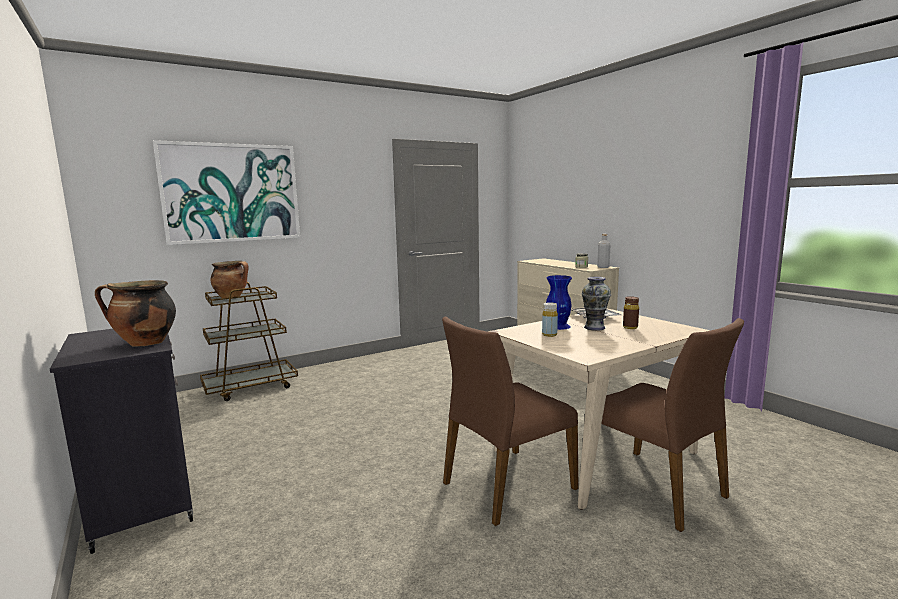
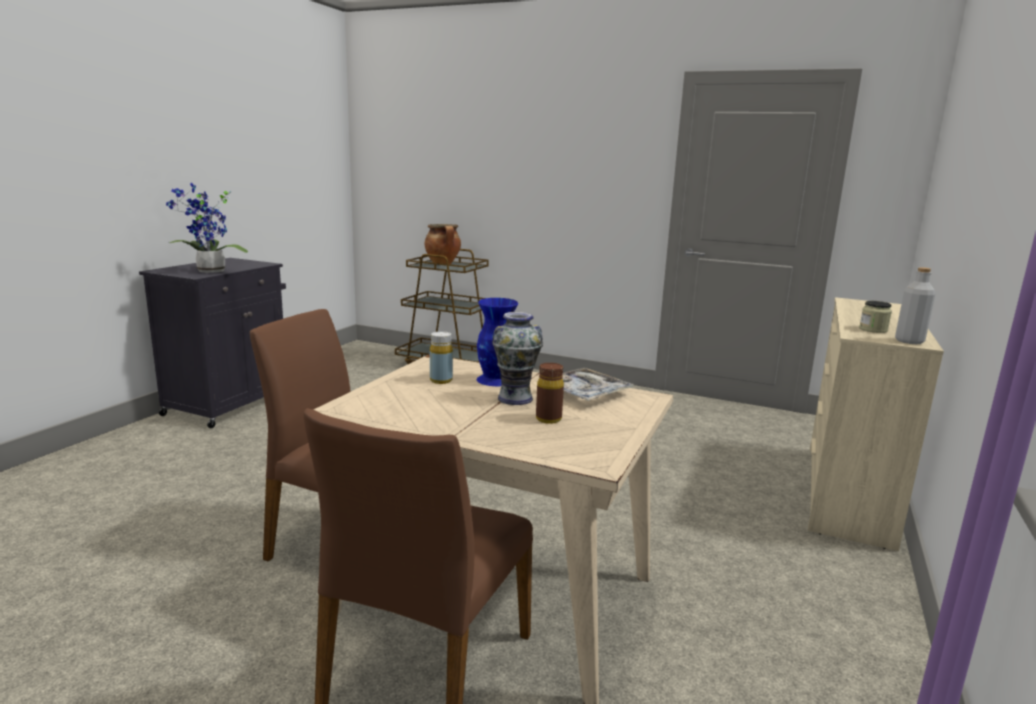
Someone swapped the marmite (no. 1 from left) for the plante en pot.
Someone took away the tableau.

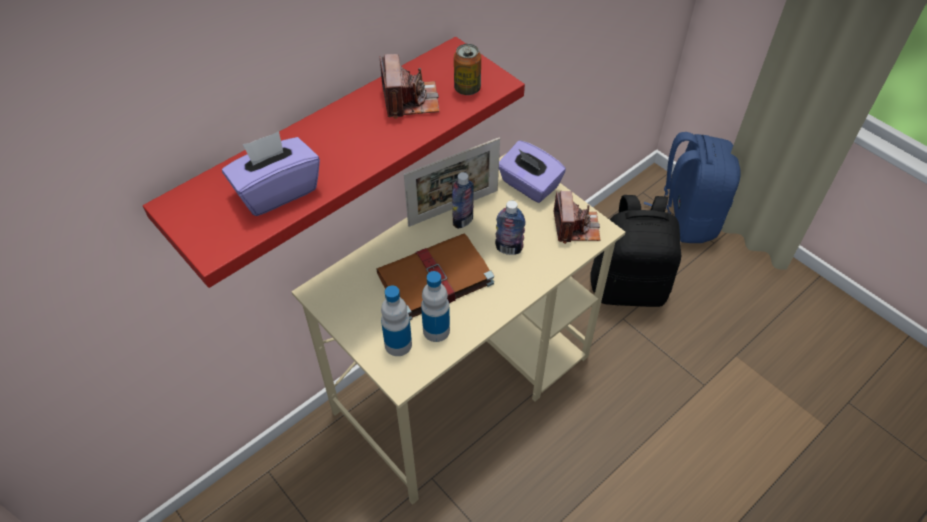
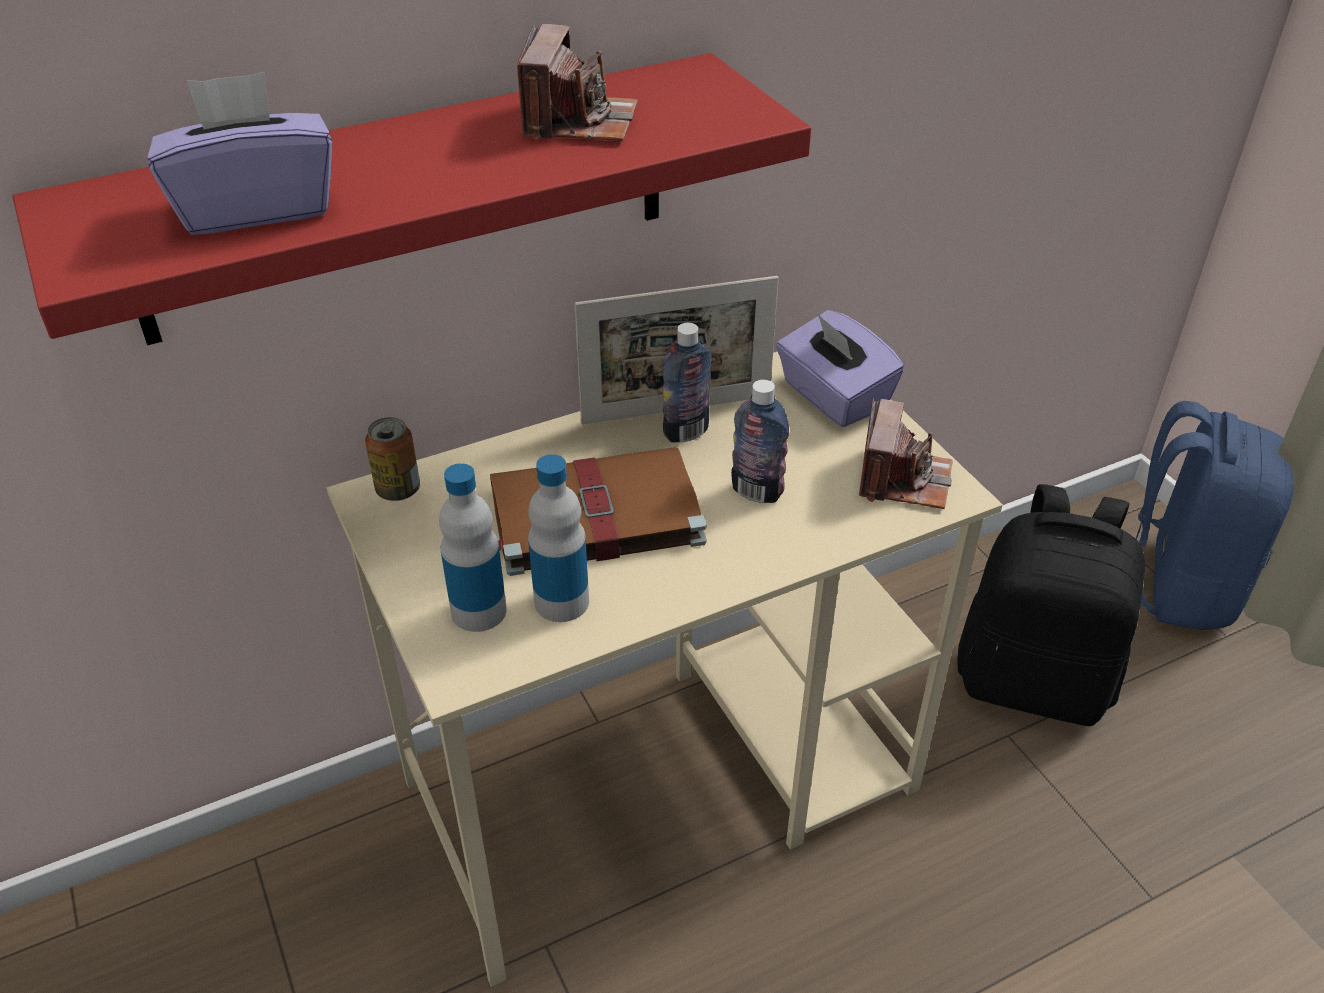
Someone carried the boîte métallique.

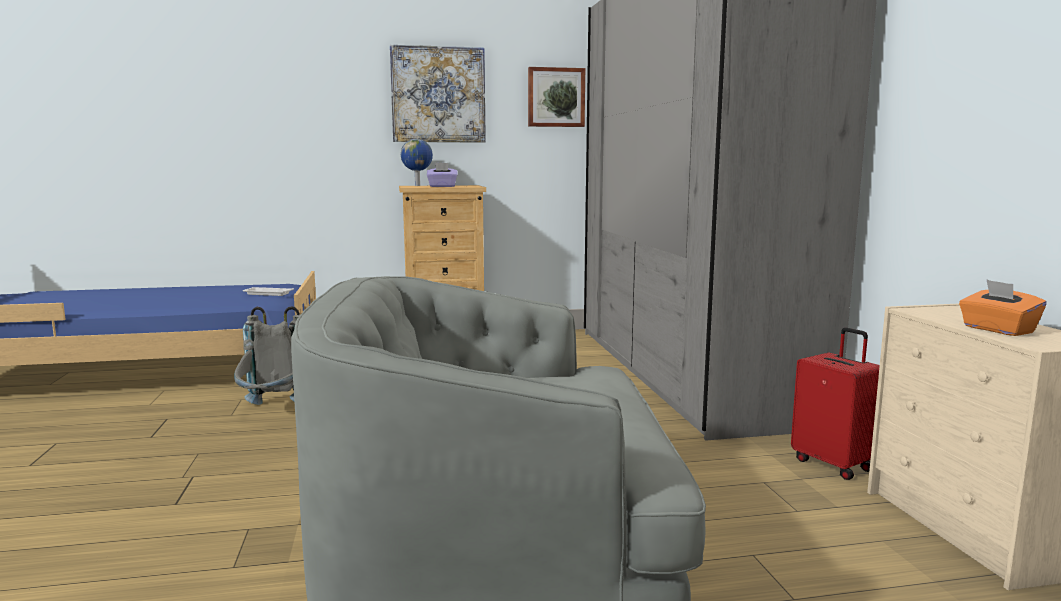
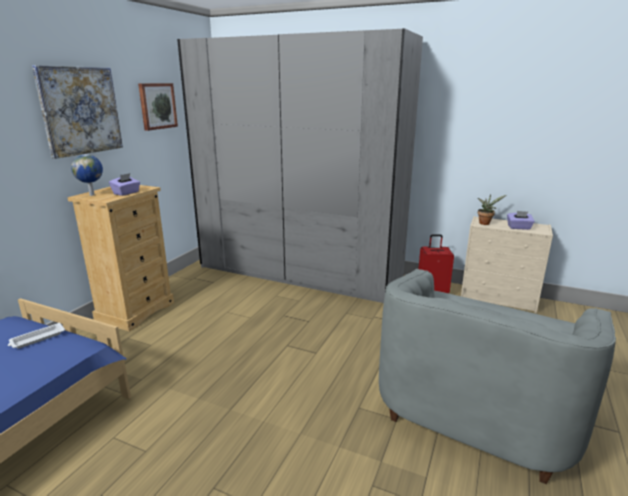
Someone took away the sac à dos (gris).
Someone repainted the boîte à mouchoirs (orange), which became the boîte à mouchoirs (violet) (no. 2 from left).
Someone put down the plante en pot.

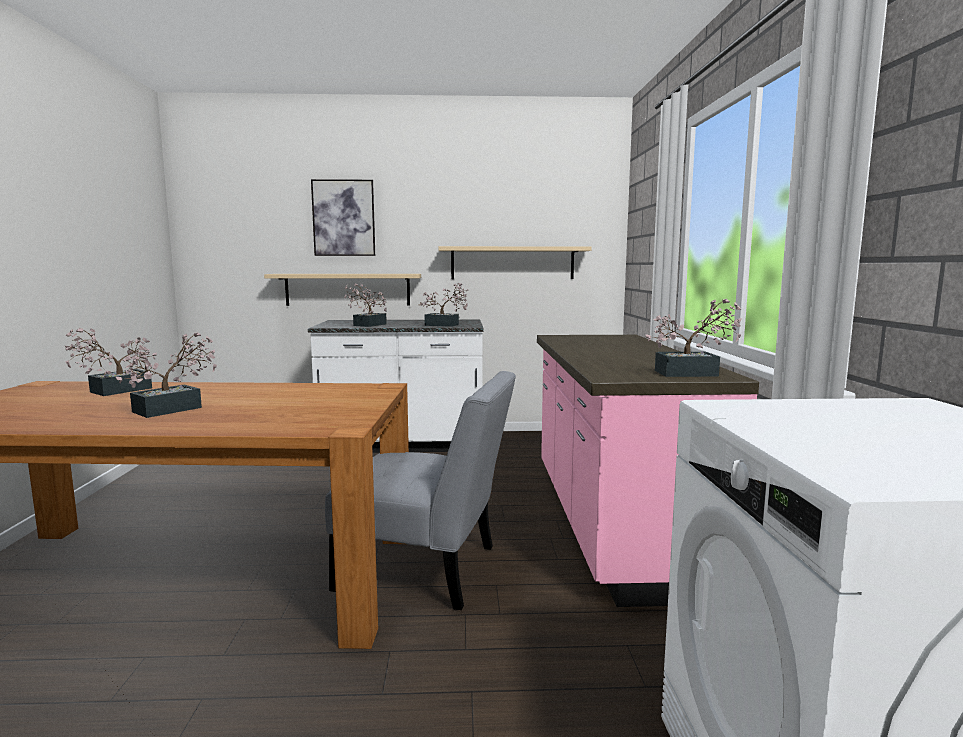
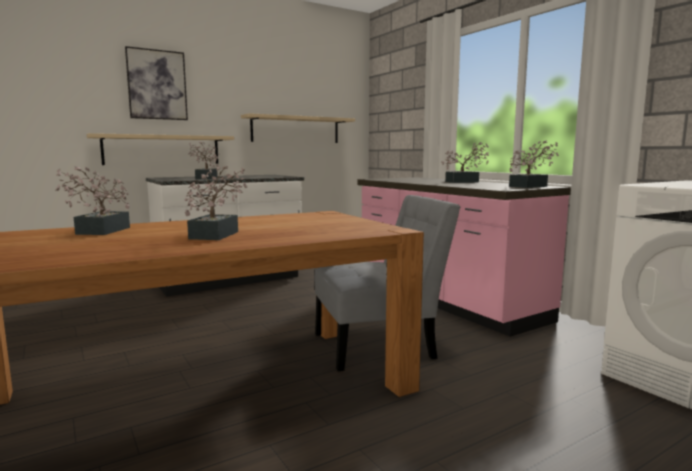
Someone carried the plante en pot (no. 4 from left).

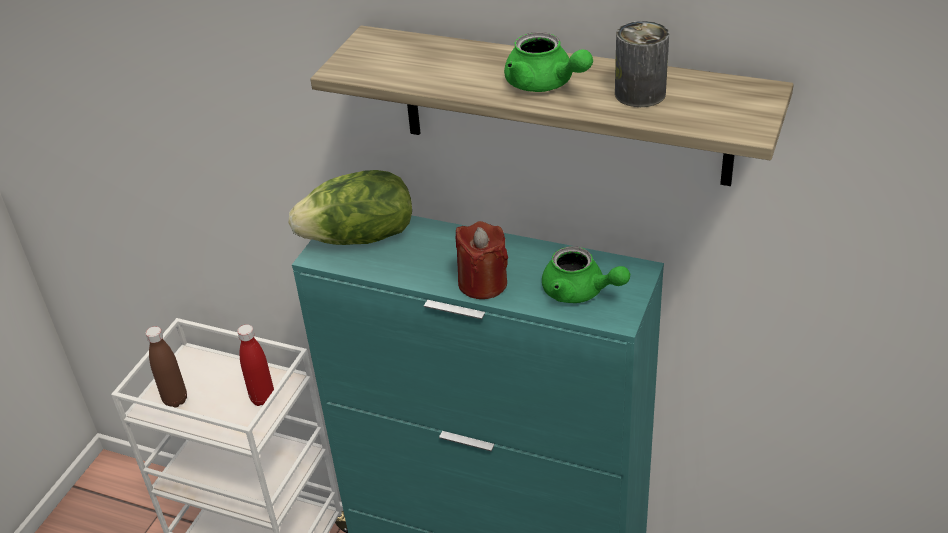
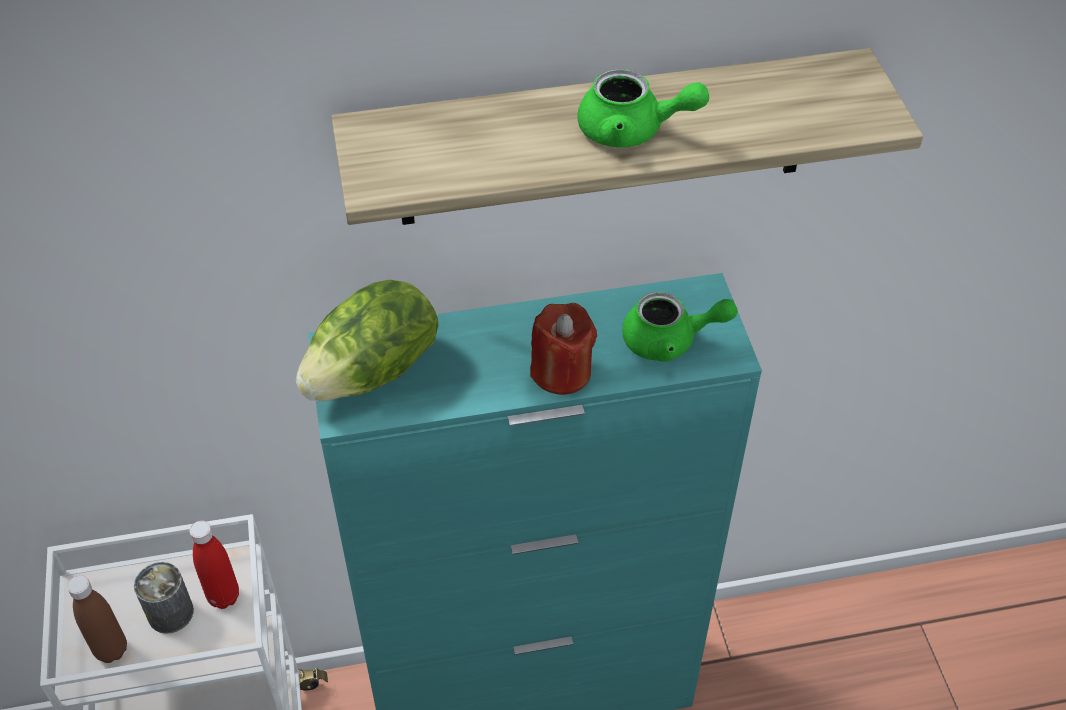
Someone carried the boîte métallique.

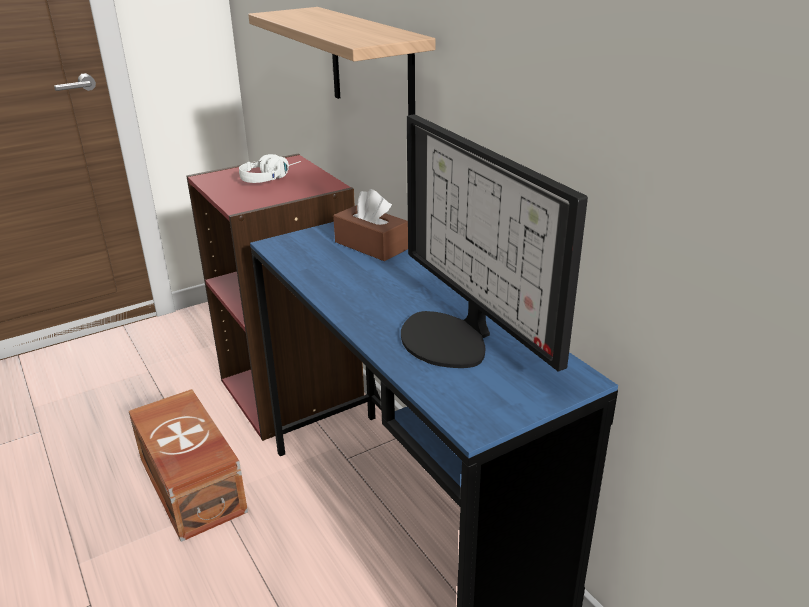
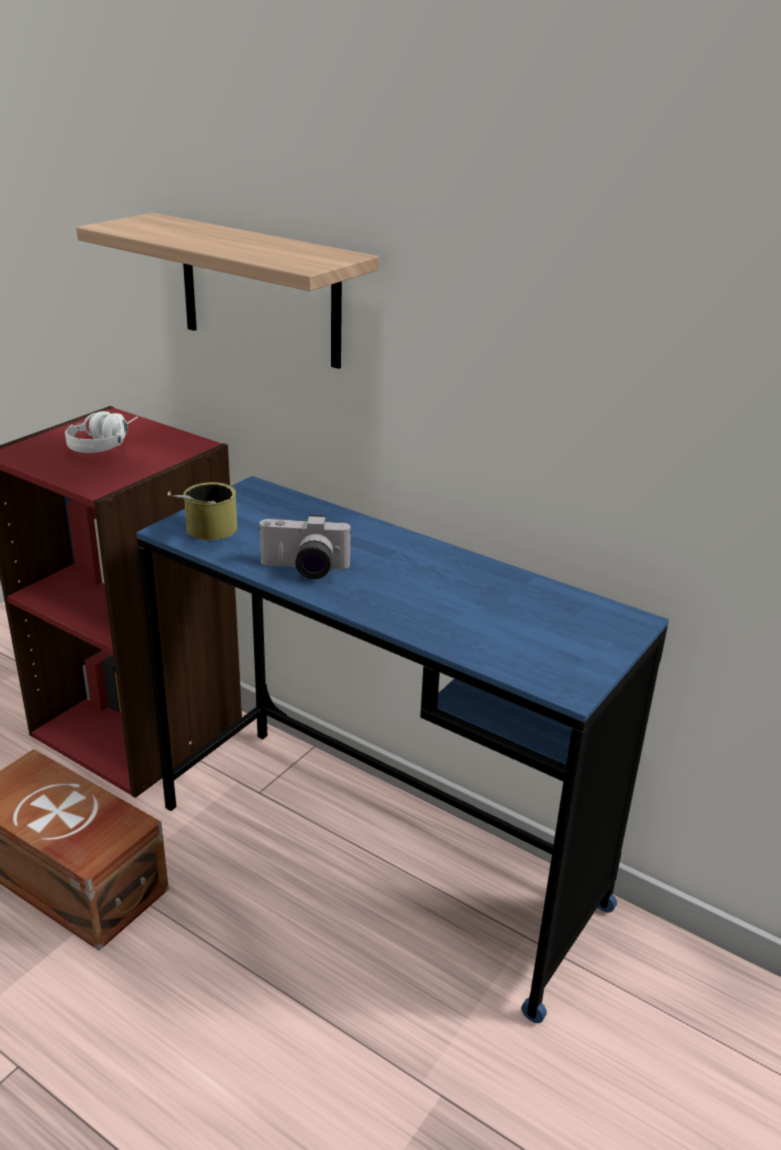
Someone took away the boîte à mouchoirs (marron).
Someone took away the écran d'ordinateur.
Someone put down the boîte métallique.
Someone put down the appareil photo.

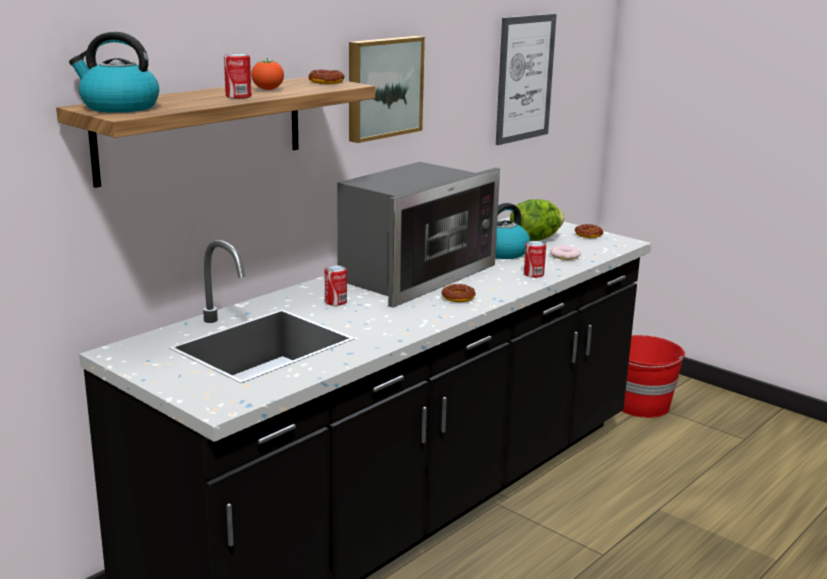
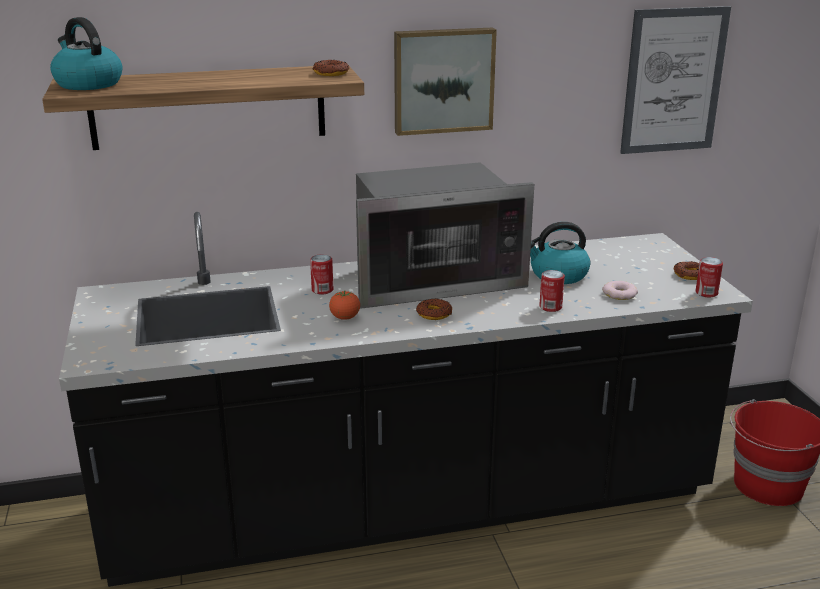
Someone carried the boîte métallique (no. 1 from left in the first image).
Someone carried the tomate.
Someone took away the laitue.

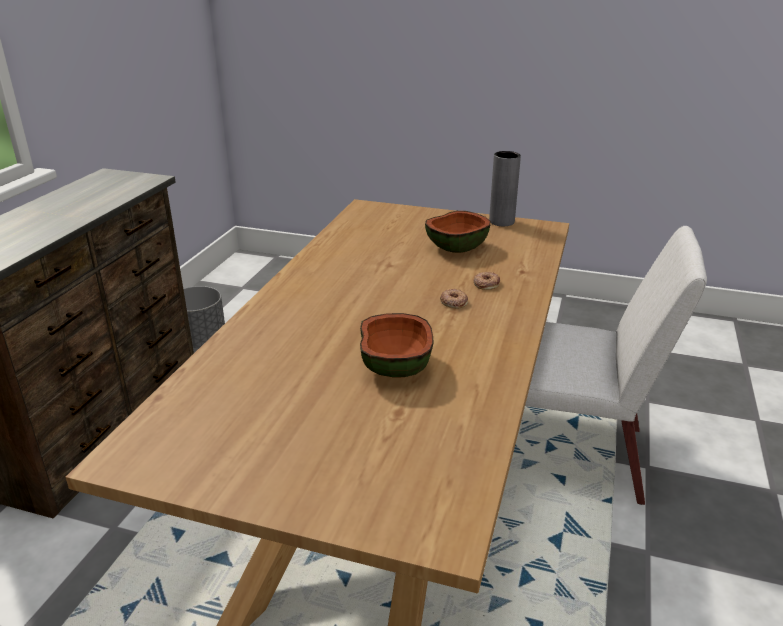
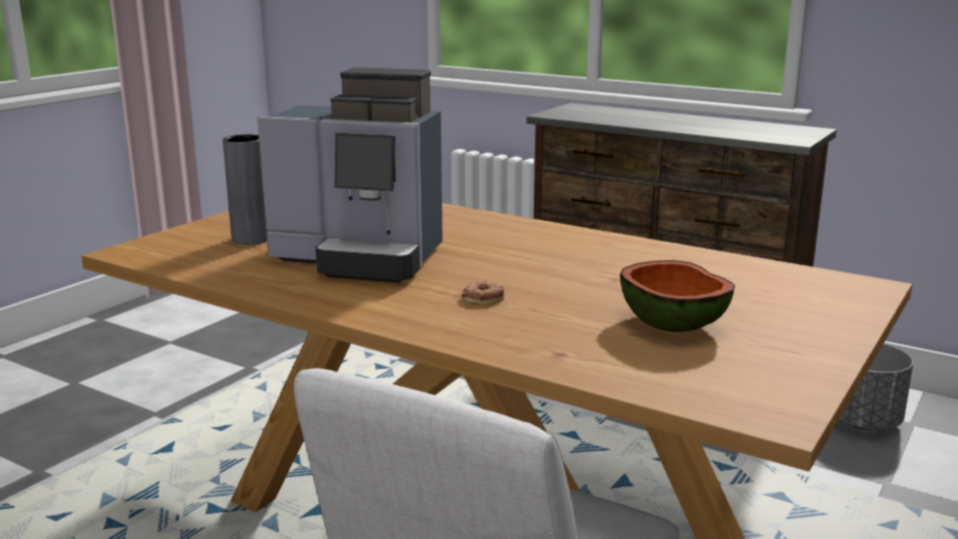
Someone swapped the bol (no. 1 from left) for the machine à café.
Someone took away the beignet (no. 2 from left).
Someone carried the vase (gris).

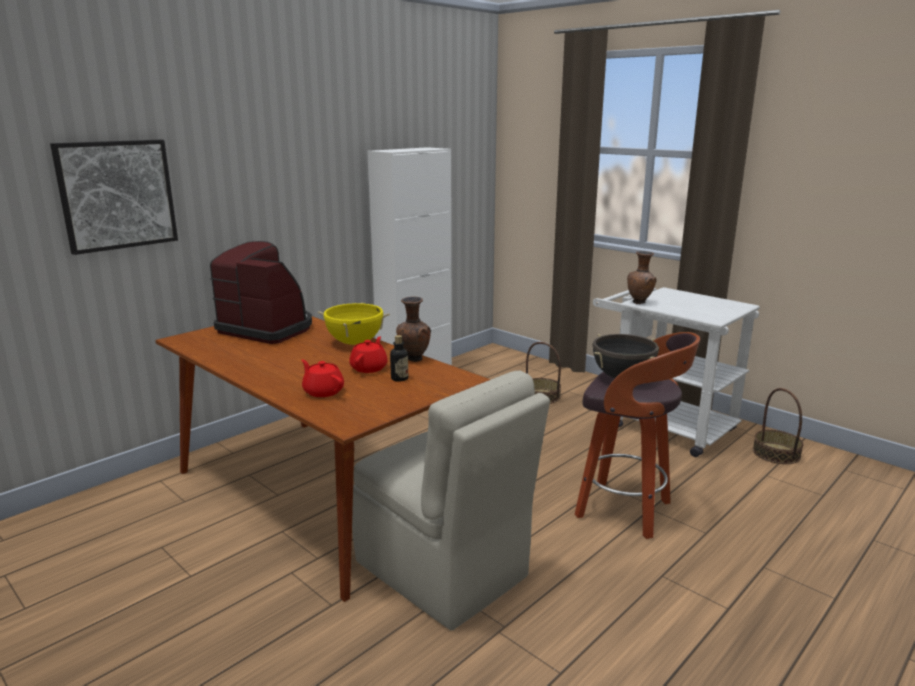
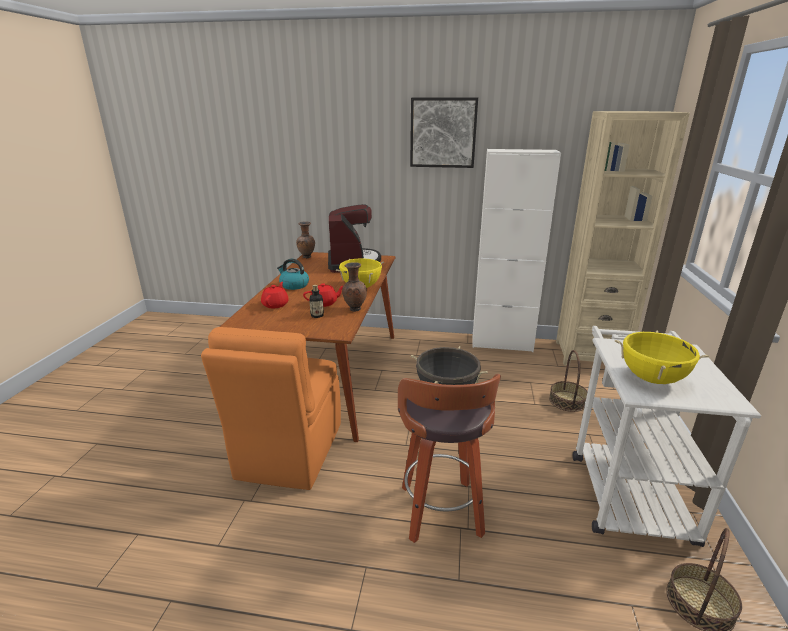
Someone carried the tableau.
Someone repainted the chaise (beige), which became the chaise (orange).
Someone carried the vase (marron) (no. 2 from left in the first image).
Someone put down the bouilloire.
Someone put down the bibliothèque (beige).
Someone put down the marmite (jaune) (no. 2 from left).

